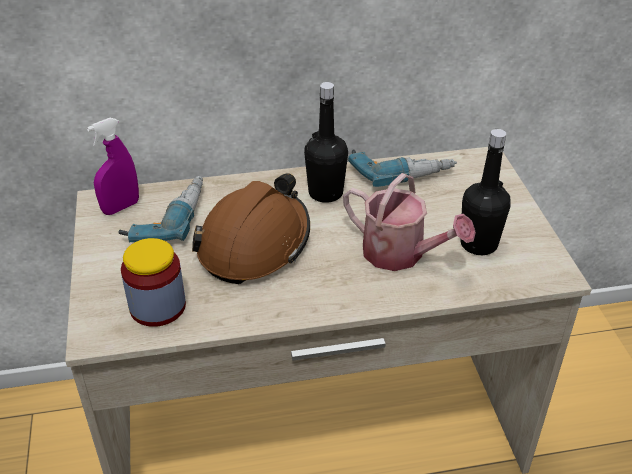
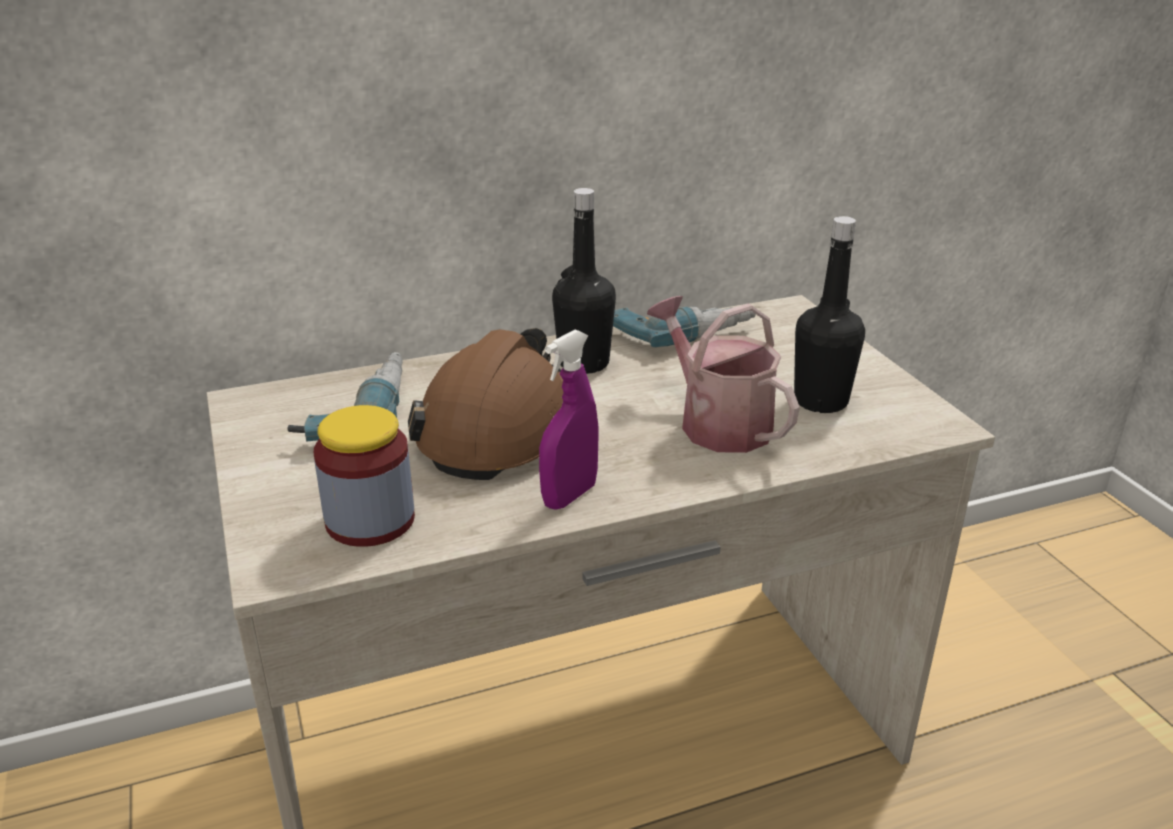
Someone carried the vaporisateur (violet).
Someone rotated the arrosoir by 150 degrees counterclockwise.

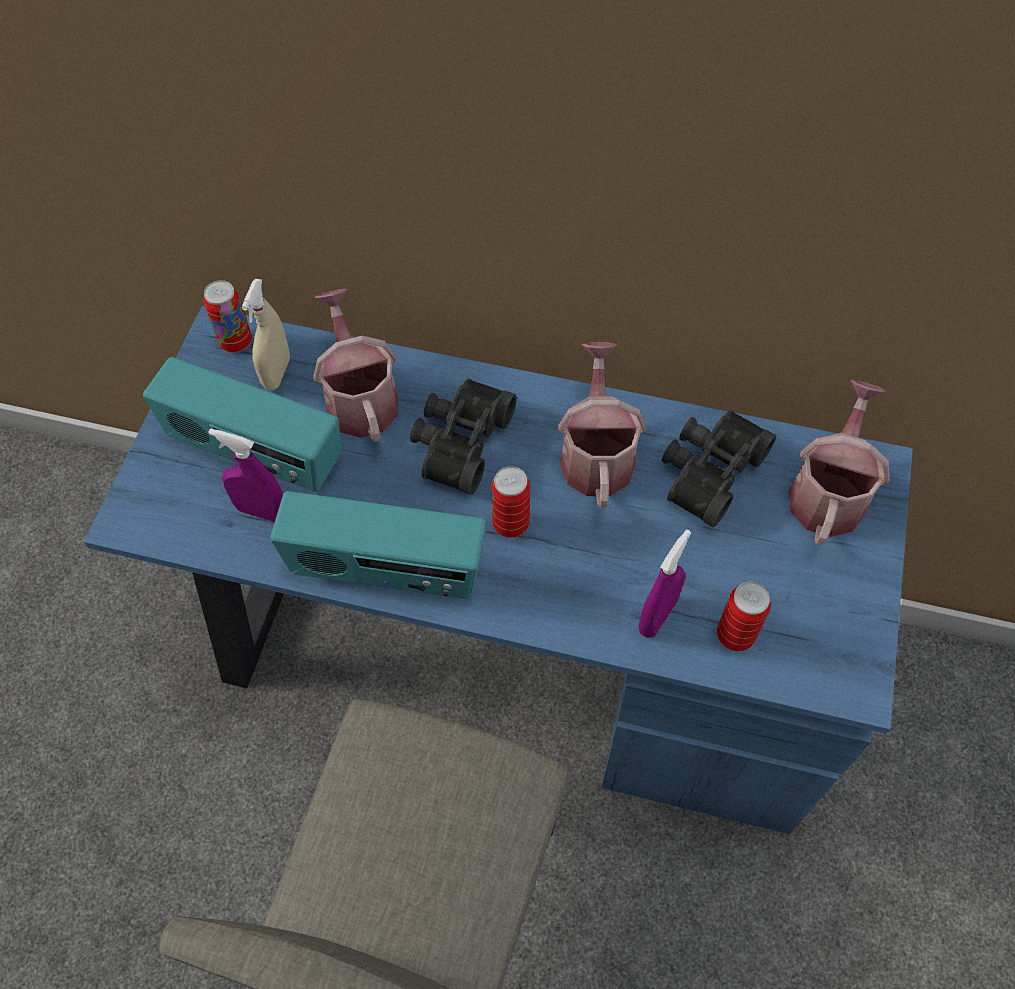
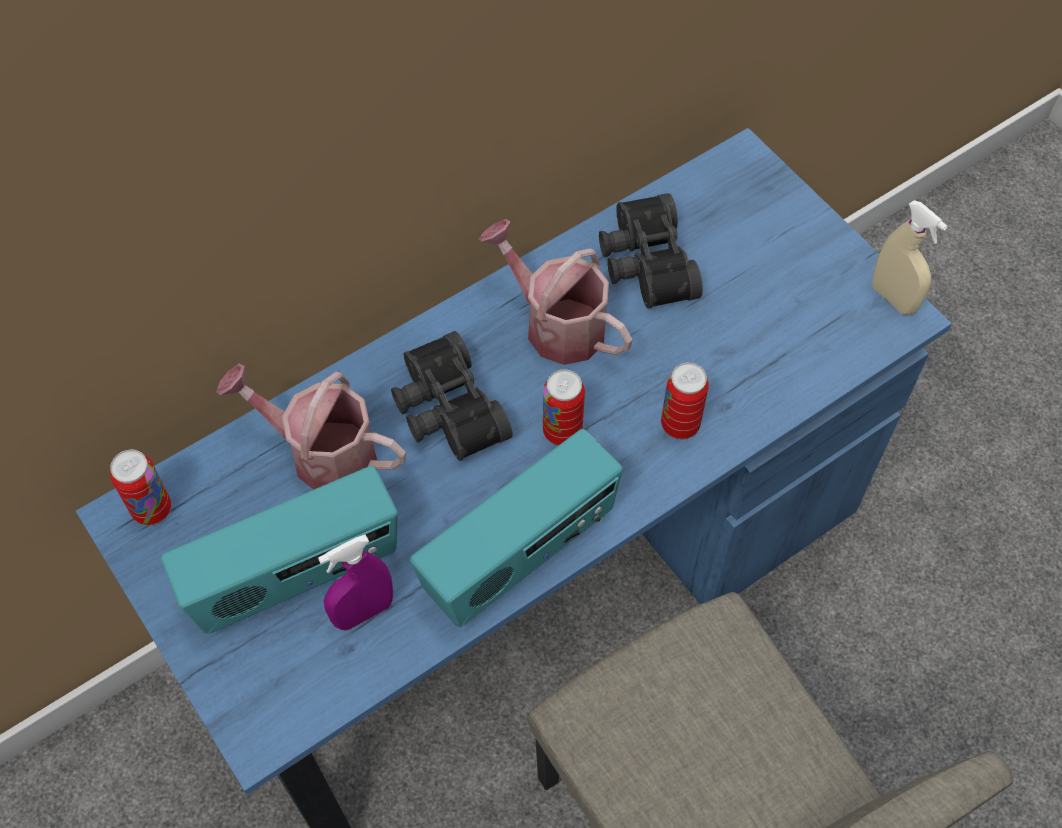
Someone carried the vaporisateur (beige).
Someone took away the vaporisateur (violet) (no. 2 from left).
Someone carried the boîte métallique (no. 3 from left).
Someone took away the arrosoir (no. 3 from left).

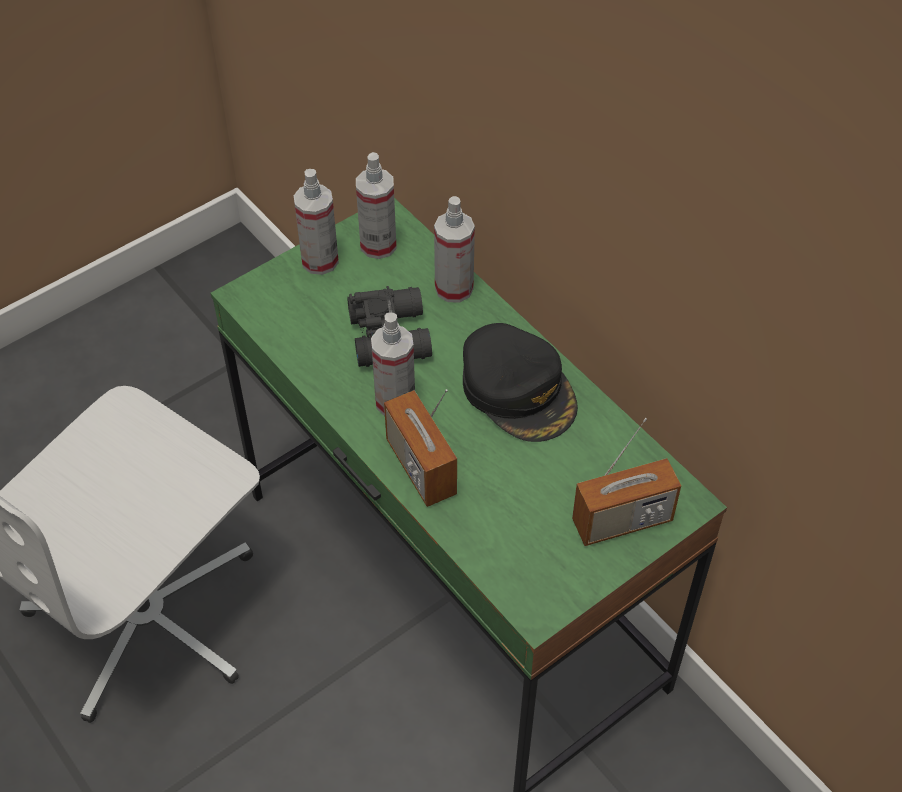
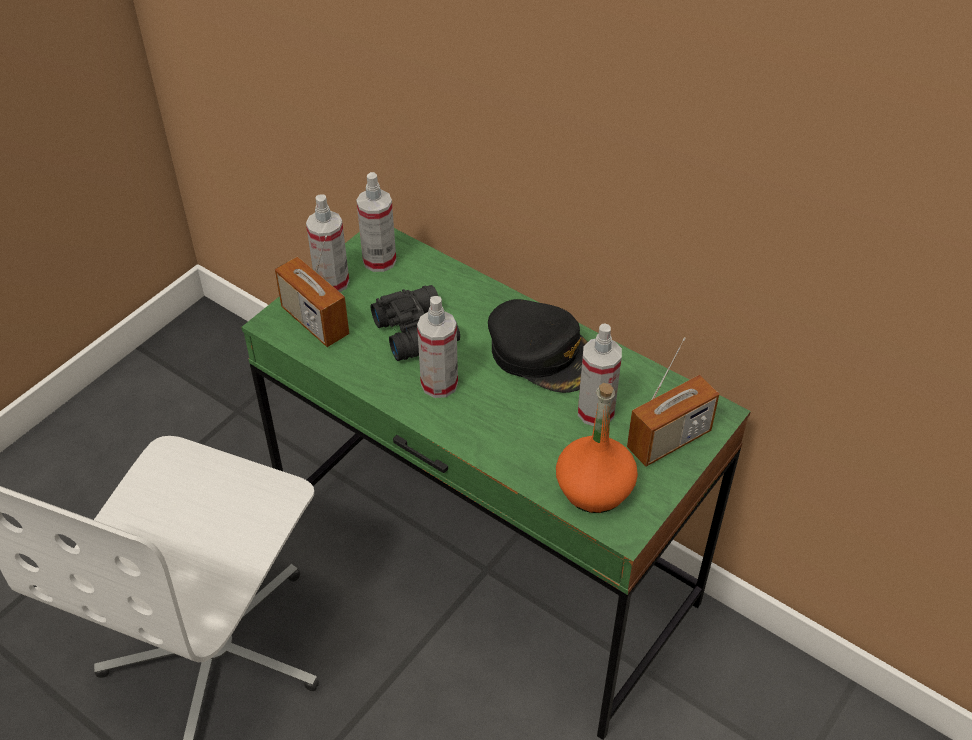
Someone carried the radio (no. 1 from left).
Someone carried the vaporisateur (no. 4 from left).
Someone put down the bouteille (orange).

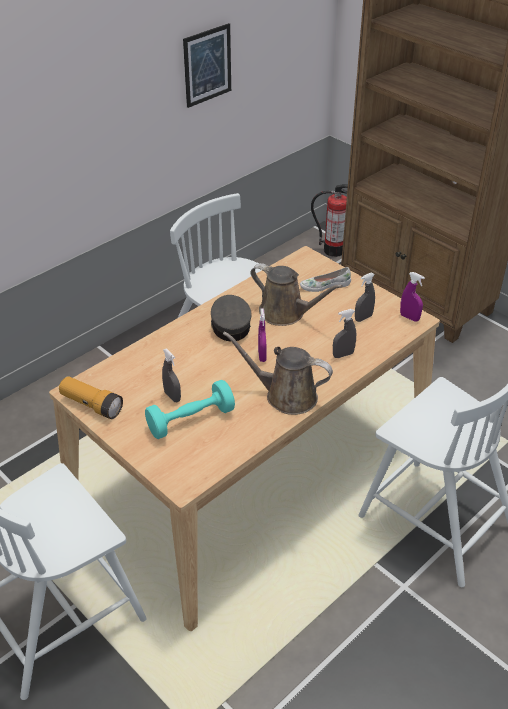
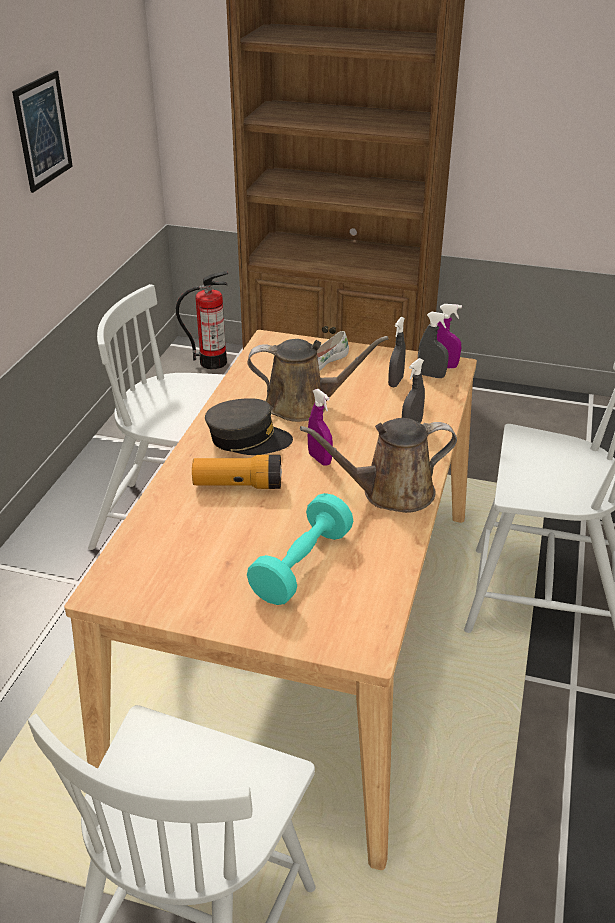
Someone carried the lampe de poche.
Someone carried the vaporisateur (gris) (no. 1 from left in the first image).
Someone rotated the casquette (gris) by 135 degrees clockwise.

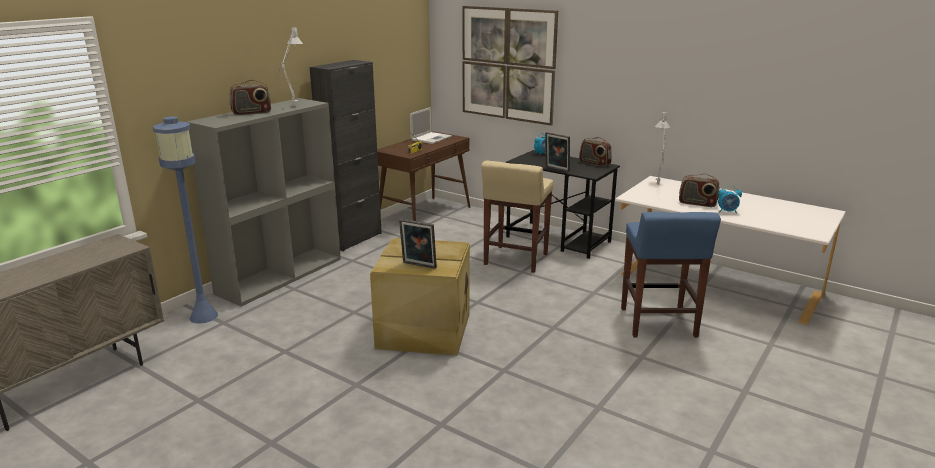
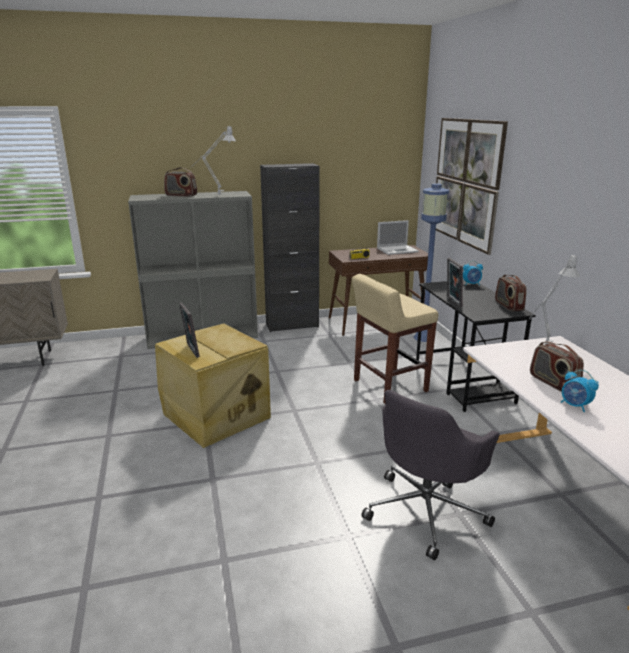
Someone carried the lampadaire (bleu).
Someone swapped the tabouret (bleu) for the chaise de bureau (gris).

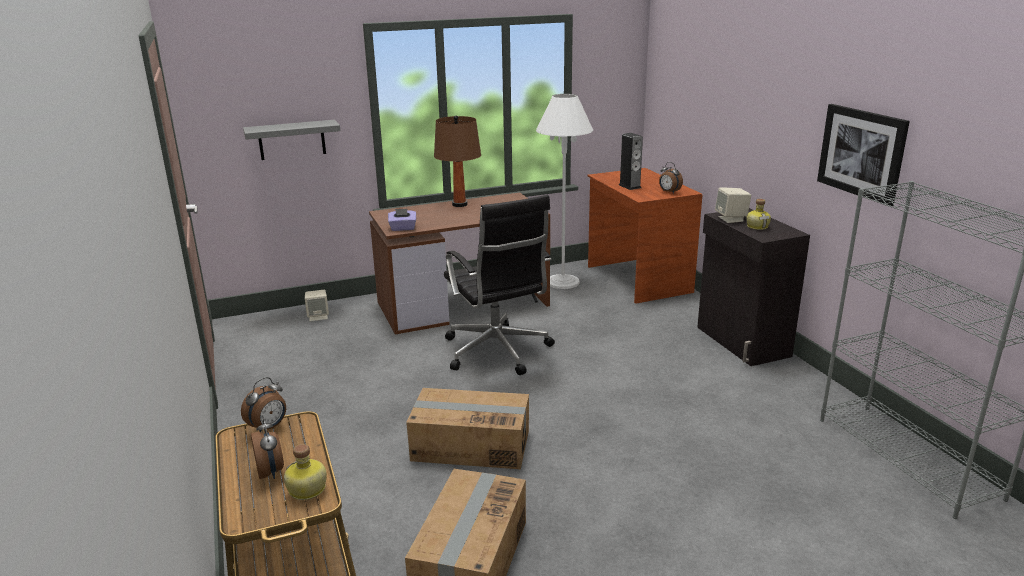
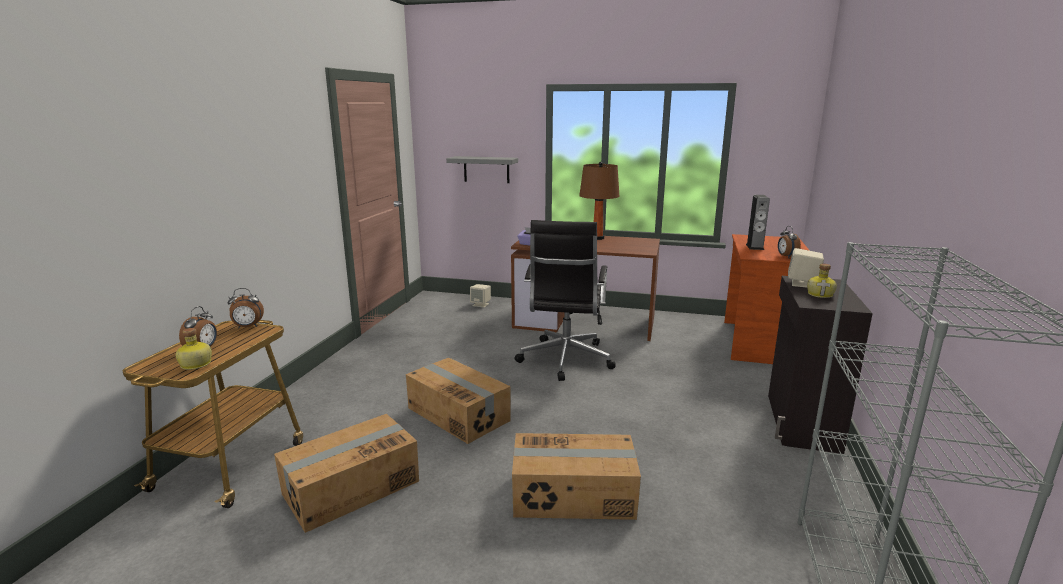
Someone took away the lampadaire (blanc).
Someone took away the tableau.
Someone put down the carton (no. 3 from left).

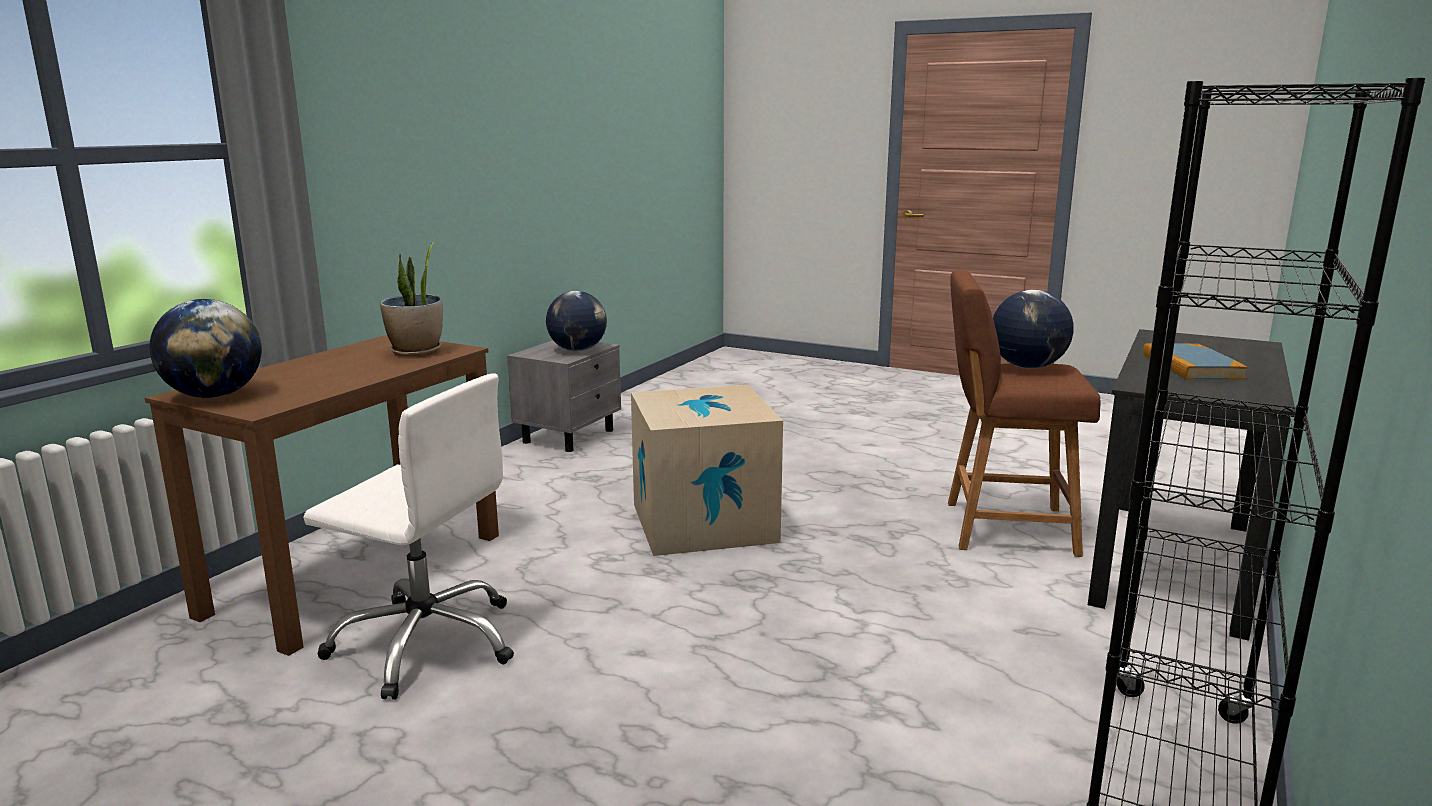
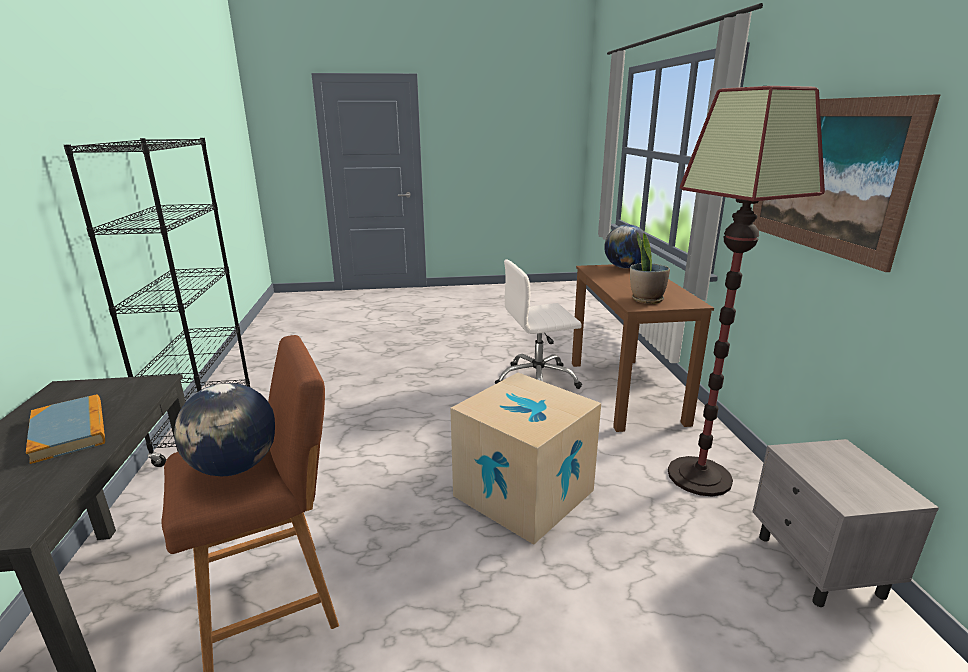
Someone took away the globe (no. 2 from left).
Someone put down the lampadaire.
Someone put up the tableau.

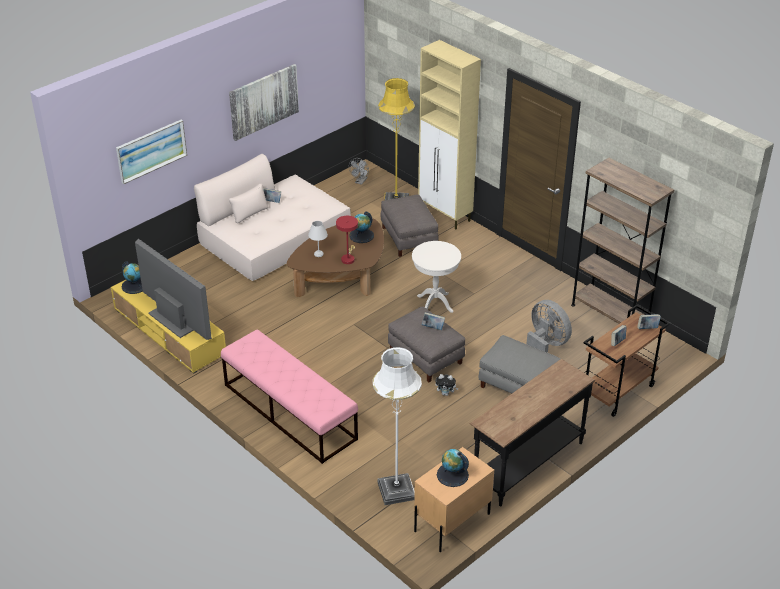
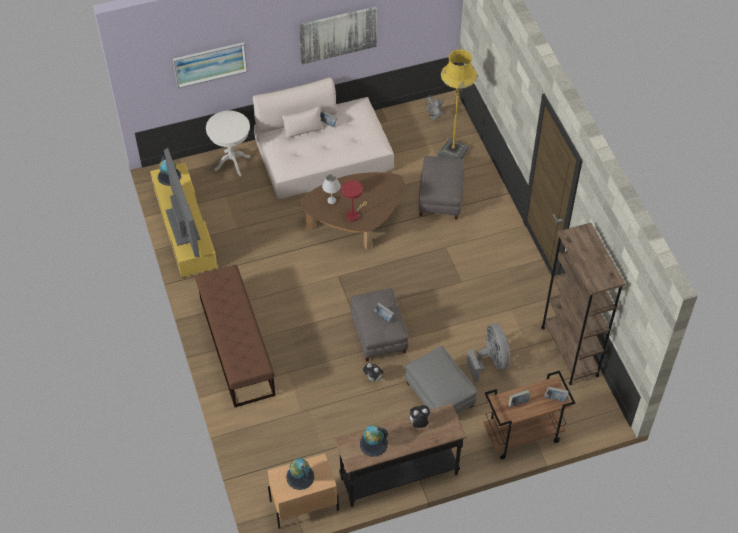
Someone repainted the banc (rose), which became the banc (marron).
Someone carried the globe (no. 2 from left in the first image).
Someone took away the lampadaire (blanc).
Someone carried the table d'appoint (blanc).
Someone took away the meuble de rangement (beige).
Someone put down the peluche (no. 2 from left).

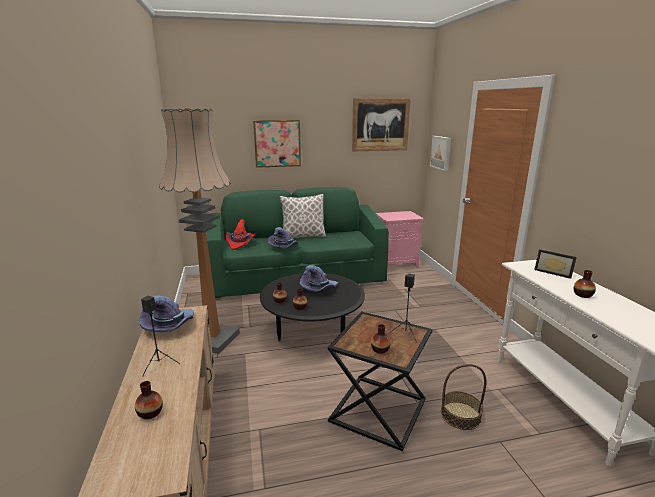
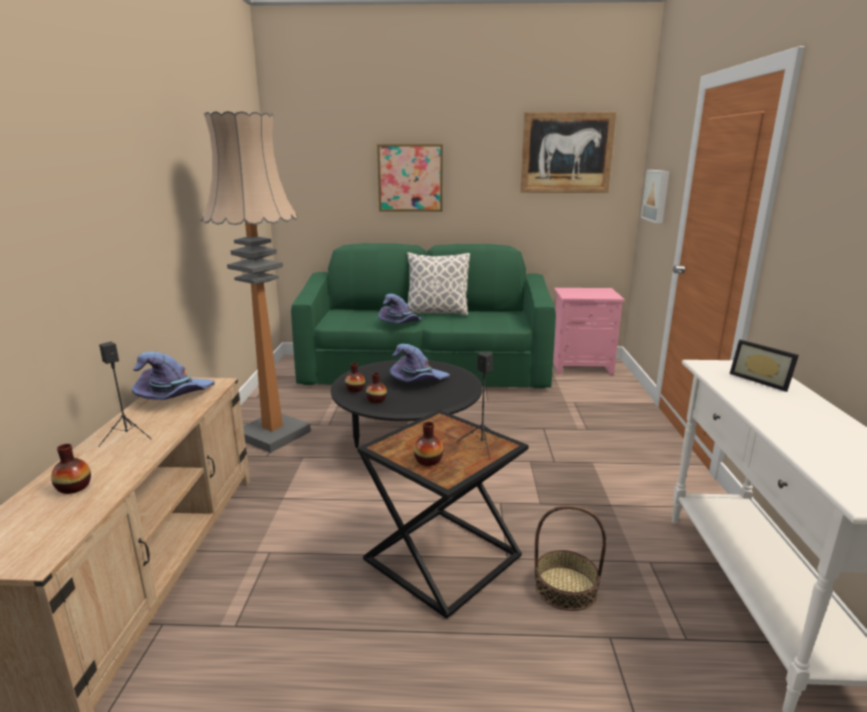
Someone took away the chapeau (rouge).
Someone took away the vase (no. 5 from left).

